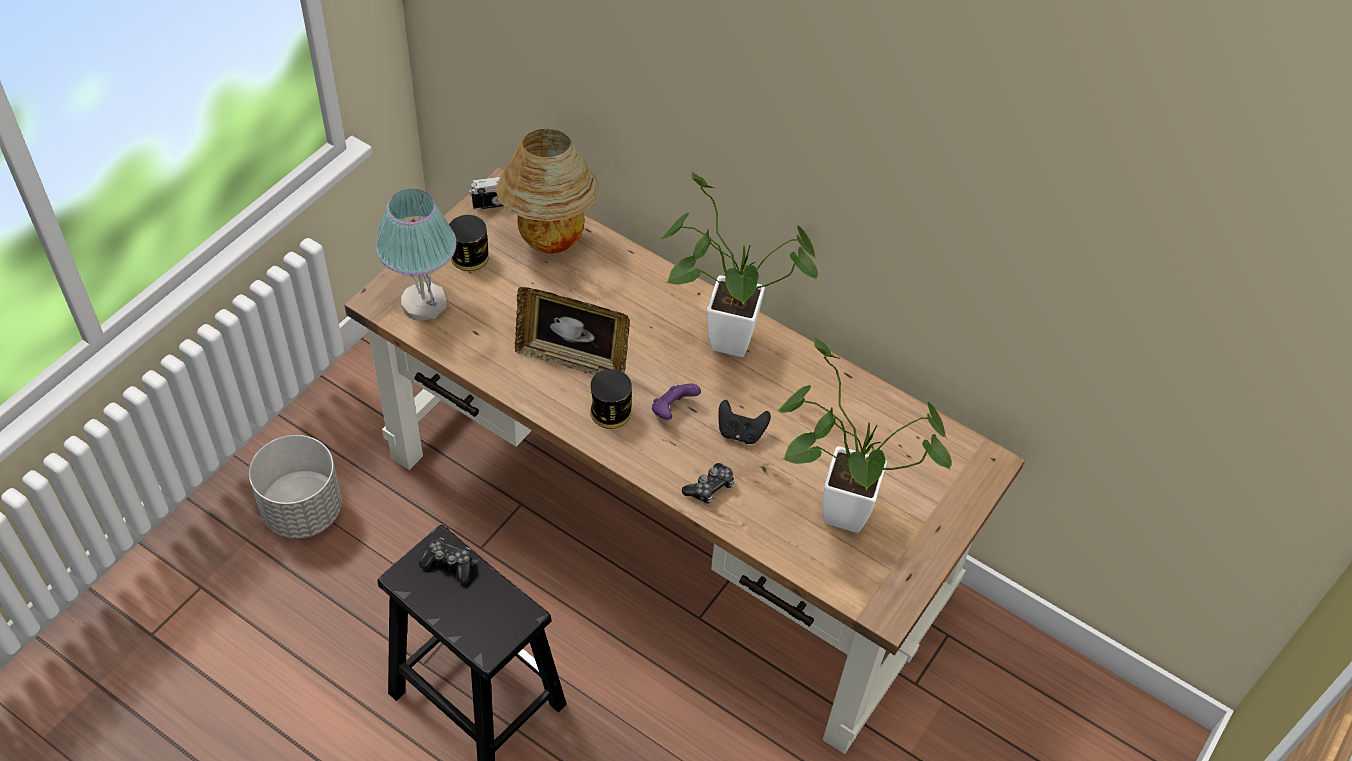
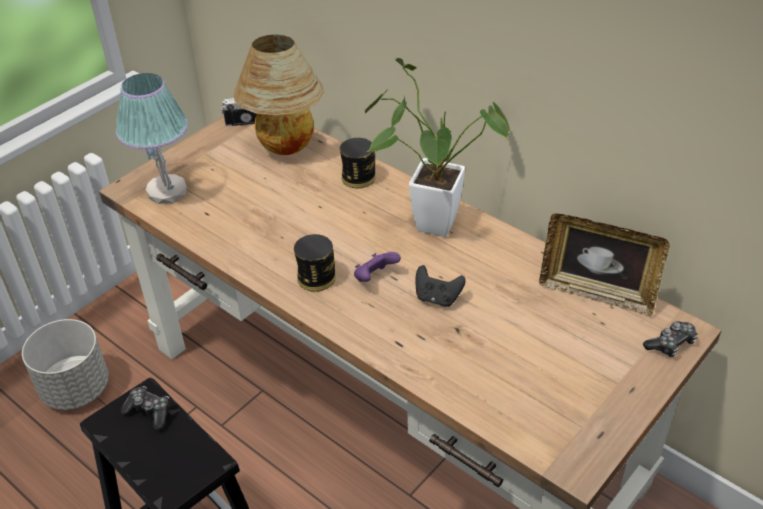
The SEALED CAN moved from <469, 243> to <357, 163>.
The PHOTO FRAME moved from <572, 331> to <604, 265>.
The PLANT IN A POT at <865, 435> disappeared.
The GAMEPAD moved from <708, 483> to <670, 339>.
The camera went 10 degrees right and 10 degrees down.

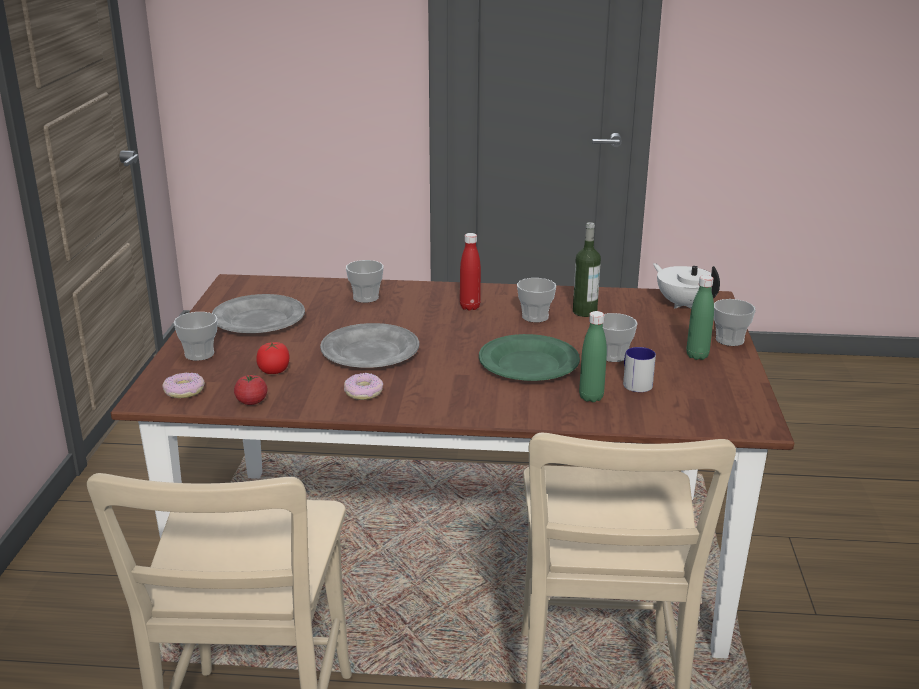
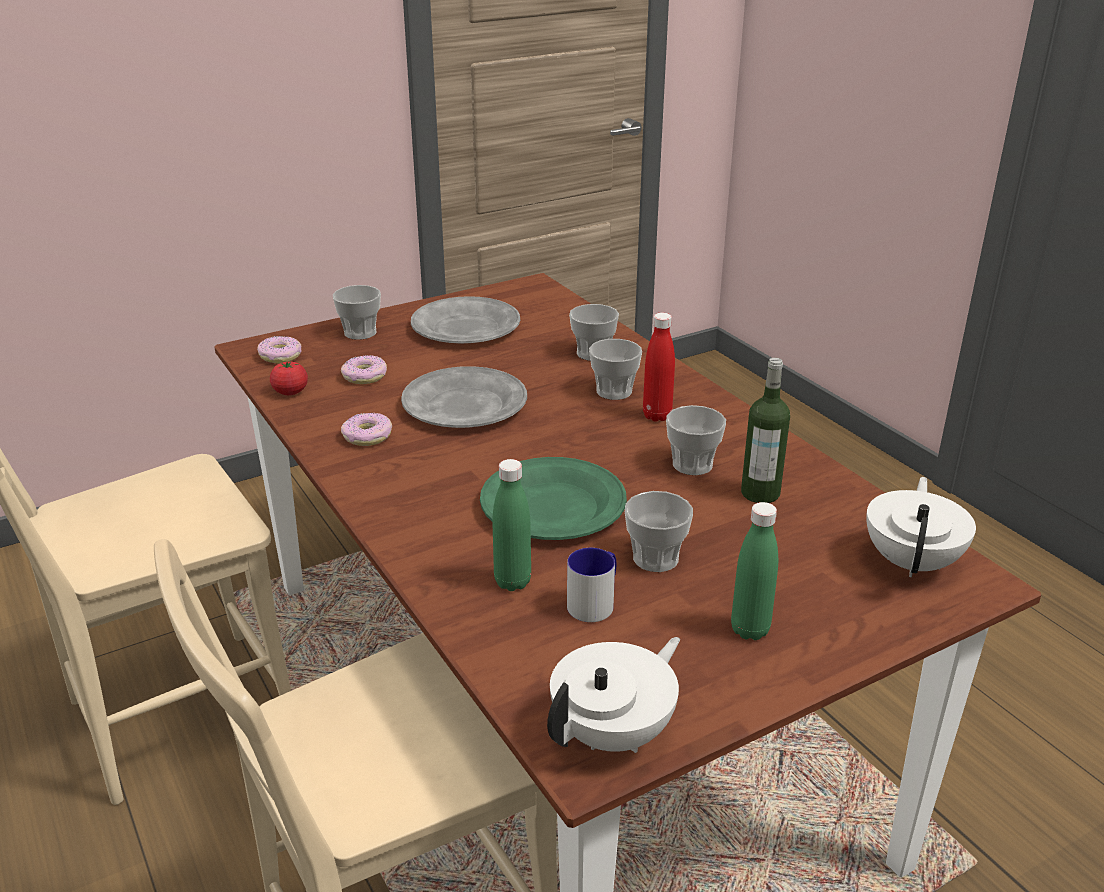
The CUP moved from <735, 322> to <615, 369>.
The WHOLE TOMATO at <272, 358> was replaced by the DOUGHNUT at <364, 369>.
The WHITE POT FOR TEA at <613, 695> appeared.
The camera went 55 degrees right and 5 degrees up.

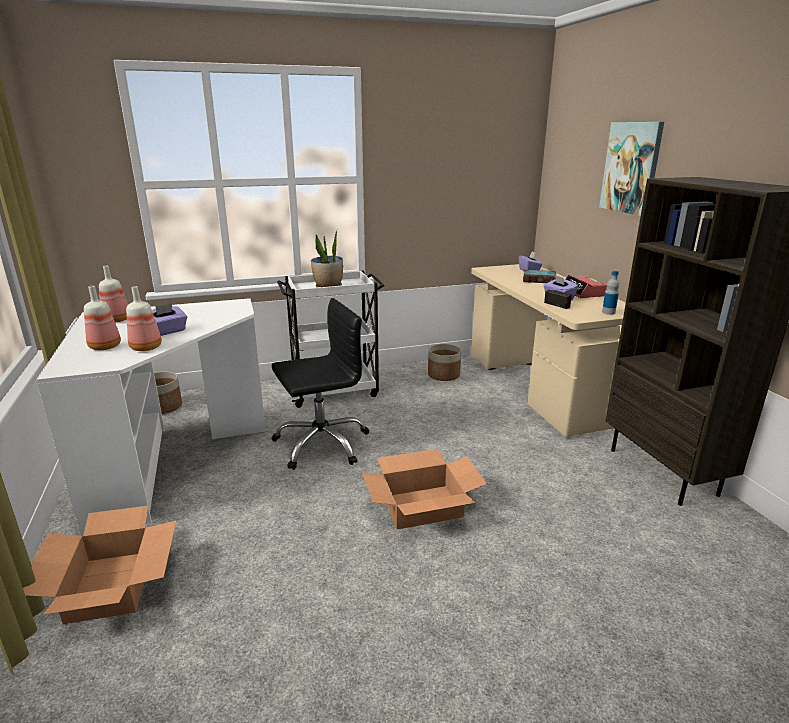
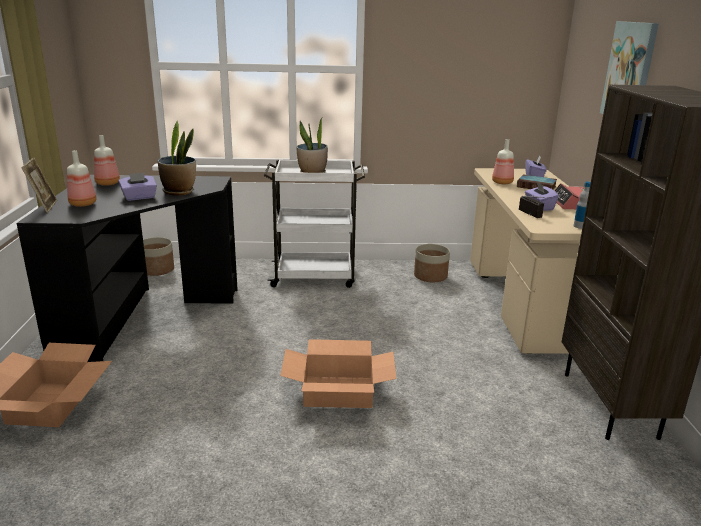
The BEVERAGE BOTTLE moved from <144, 318> to <503, 161>.
The WHITE DESK TABLE at <151, 417> became the BLACK-COLOURED DESK TABLE at <127, 268>.
The BLACK-COLOURED DESK CHAIR at <320, 384> disappeared.
The PLANT IN A POT at <177, 158> appeared.
The PHOTO FRAME at <39, 185> appeared.
The camera went 15 degrees right and 0 degrees up.

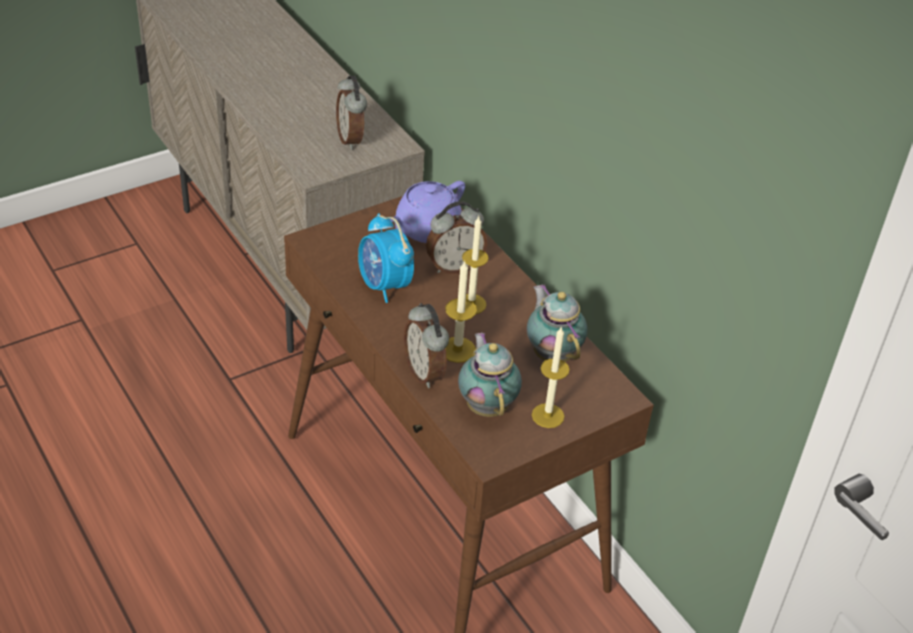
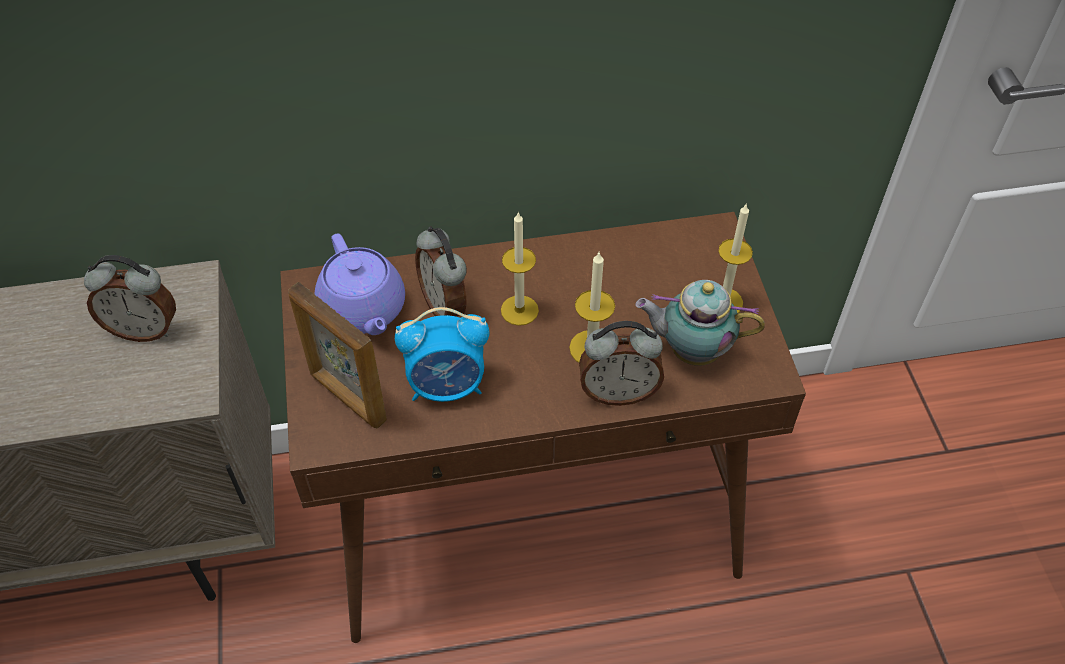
The ALARM CLOCK at <457, 237> turned 150 degrees clockwise.
The POT FOR TEA at <557, 323> disappeared.
The PHOTO FRAME at <337, 355> appeared.
The camera went 65 degrees left and 10 degrees up.

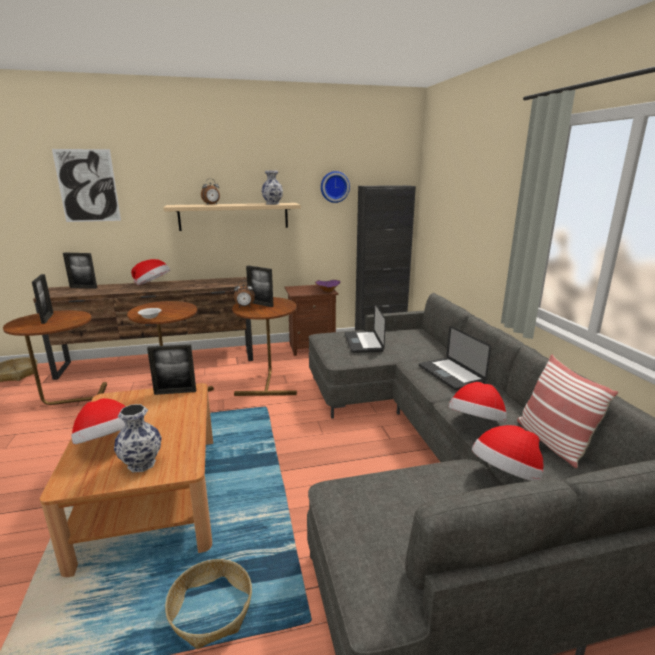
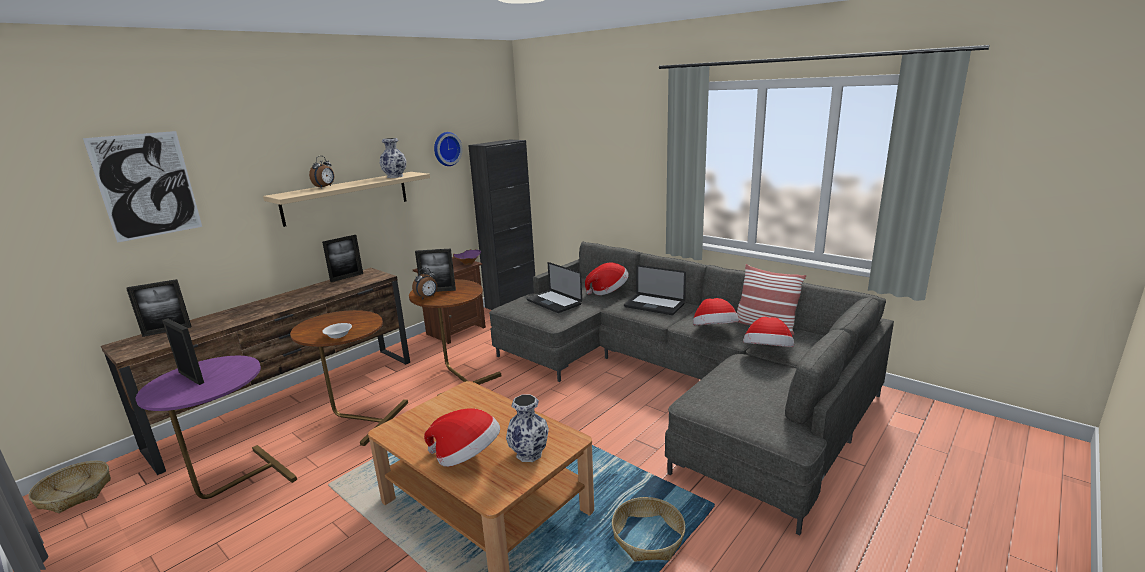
The WEARABLE HAT moved from <150, 272> to <607, 278>.
The BROWN-COLOURED SIDE TABLE at <55, 357> became the PURPLISH SIDE TABLE at <216, 427>.
The PHOTO FRAME moved from <171, 369> to <342, 258>.
The camera went 35 degrees left and 0 degrees up.

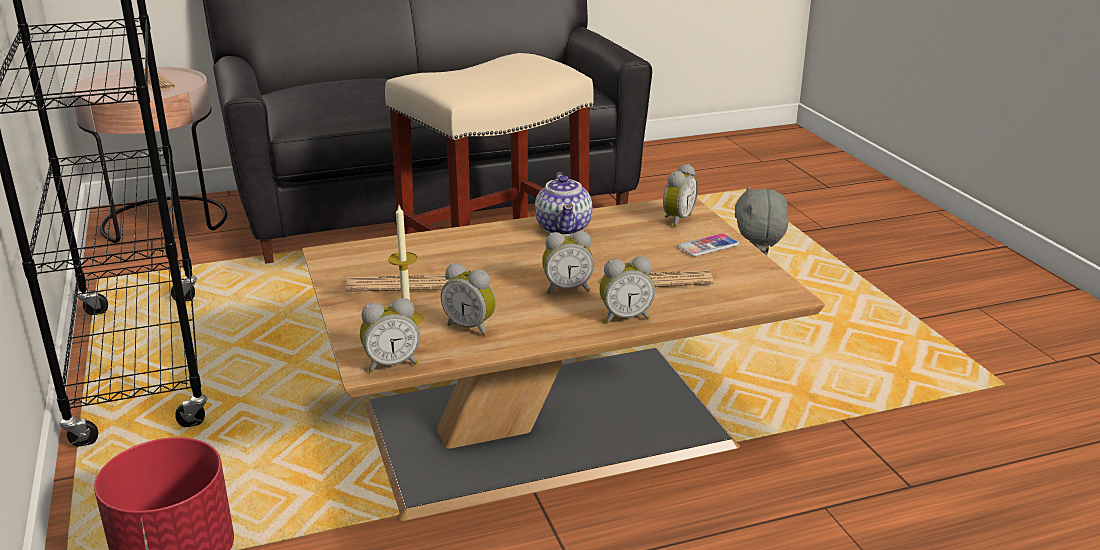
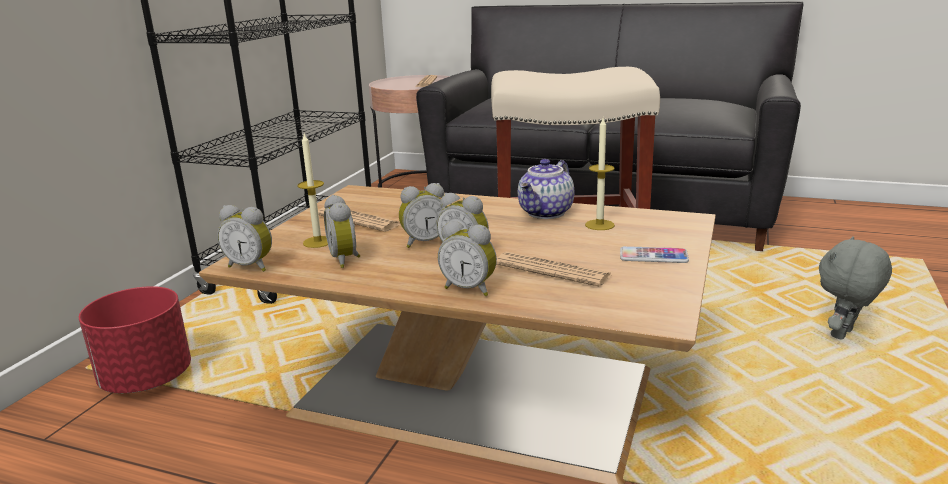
The ALARM CLOCK moved from <680, 195> to <423, 215>.
The CANDLE at <600, 174> appeared.
The camera went 40 degrees right and 5 degrees down.

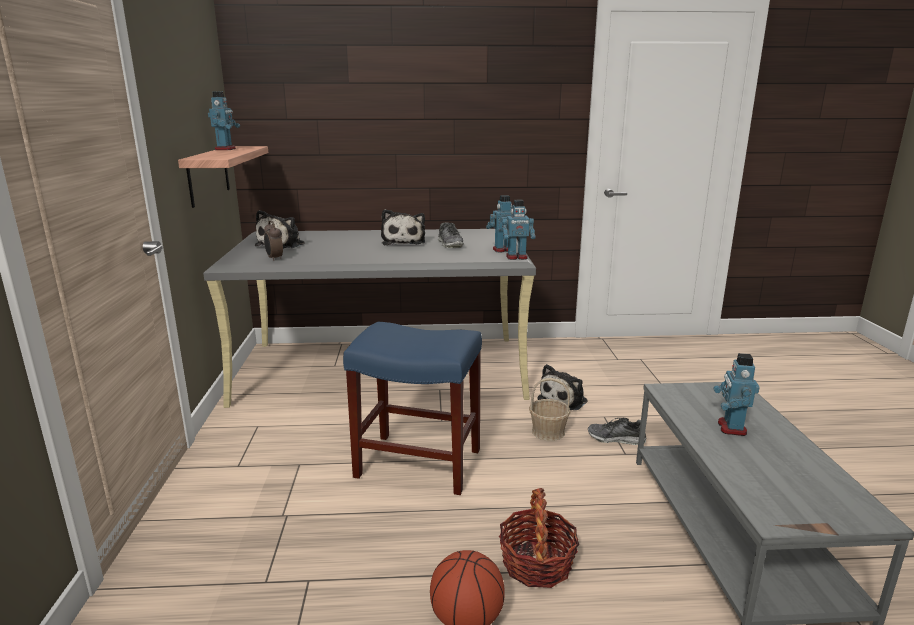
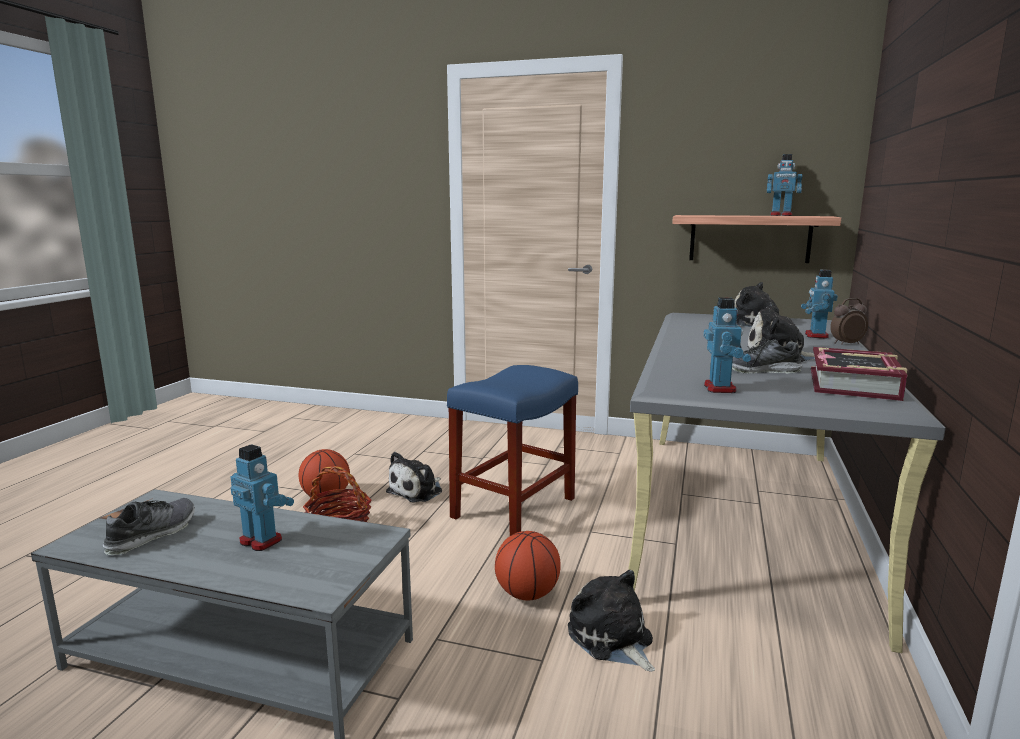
The MODEL ROBOT moved from <518, 230> to <819, 304>.
The ALARM CLOCK moved from <273, 240> to <849, 321>.
The HOUSEHOLD BASKET at <550, 409> was replaced by the BASKETBALL BALL at <528, 565>.
The ITEM OF FOOTWEAR moved from <617, 431> to <149, 527>.
The BOOK at <859, 374> appeared.
The SOFT TOY at <414, 477> appeared.
The camera went 110 degrees right and 5 degrees down.

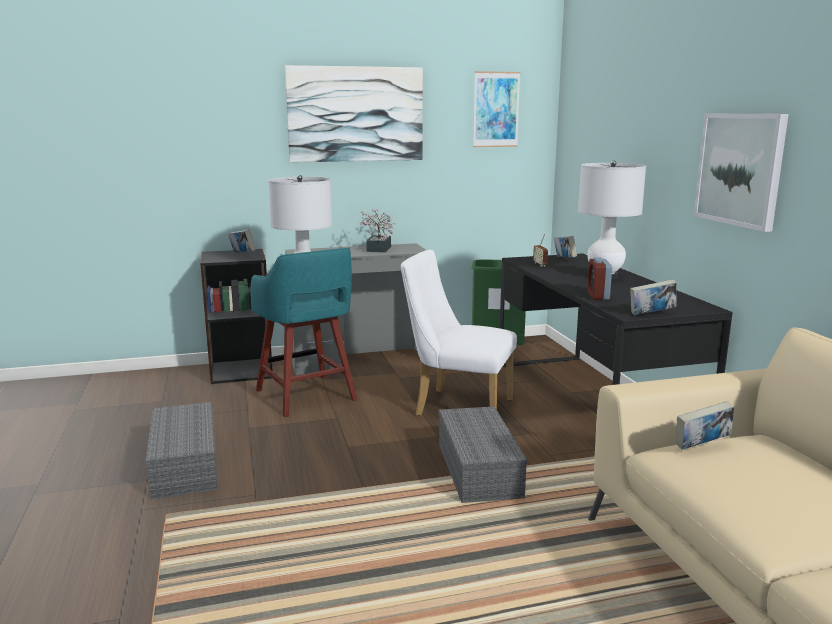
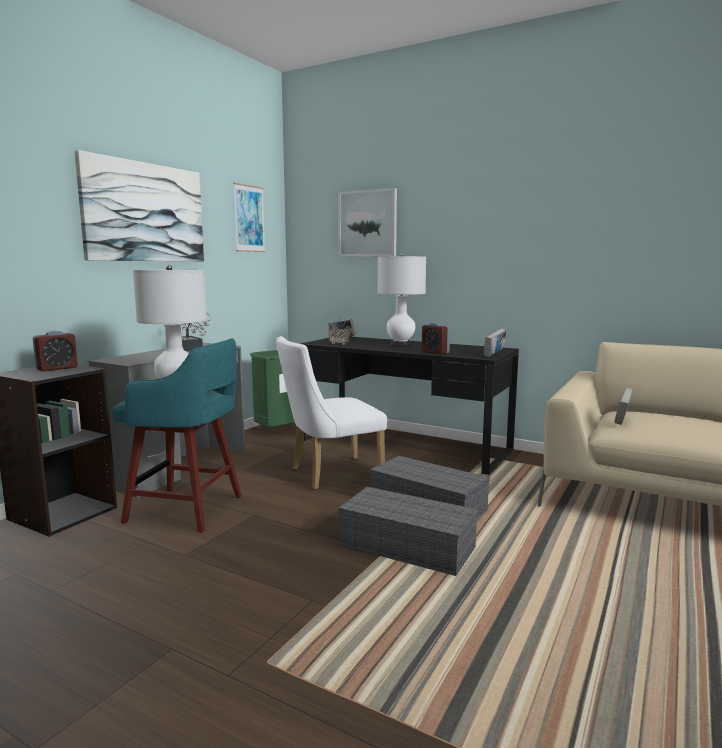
The PICTURE moved from <741, 173> to <367, 222>.
The BOOK at <242, 241> was replaced by the ALARM CLOCK at <55, 351>.
The GREY STORAGE BOX moved from <182, 451> to <408, 531>.
The camera went 45 degrees left and 5 degrees down.

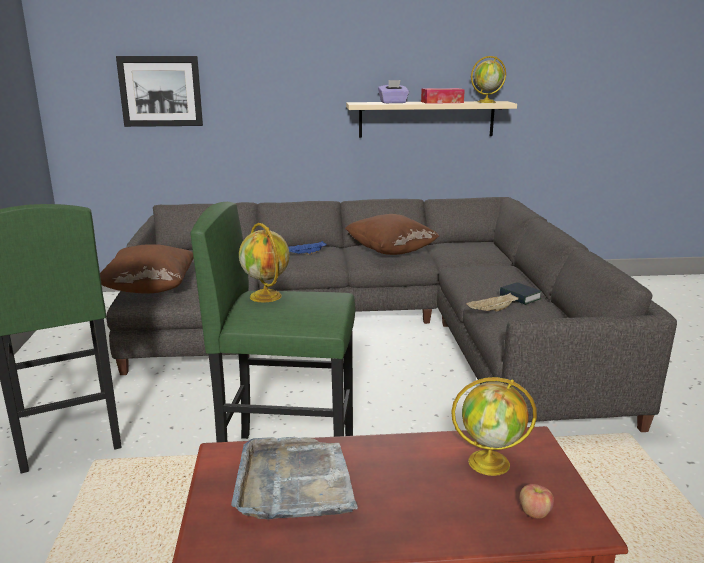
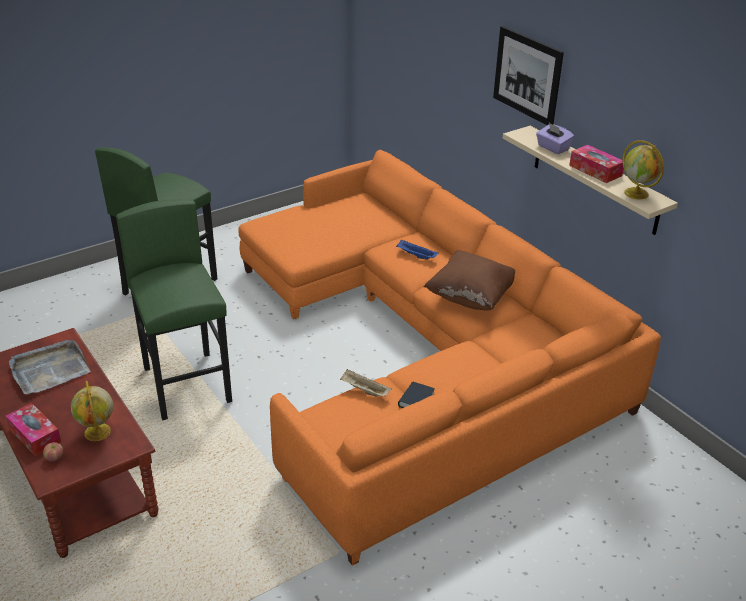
The PICTURE moved from <159, 91> to <528, 75>.
The GREY SOFA at <391, 314> became the ORANGE SOFA at <449, 358>.
The DESK GLOBE at <264, 262> disappeared.
The BROWN-COLOURED THROW PILLOW at <147, 269> disappeared.
The BOX OF TISSUES at <33, 429> appeared.
The camera went 60 degrees right and 15 degrees up.

